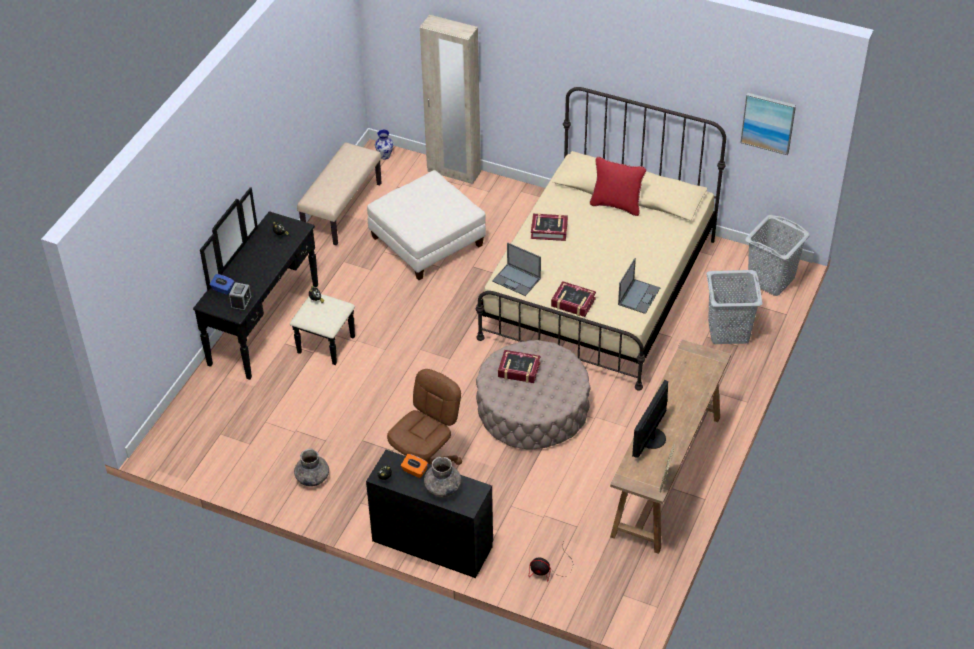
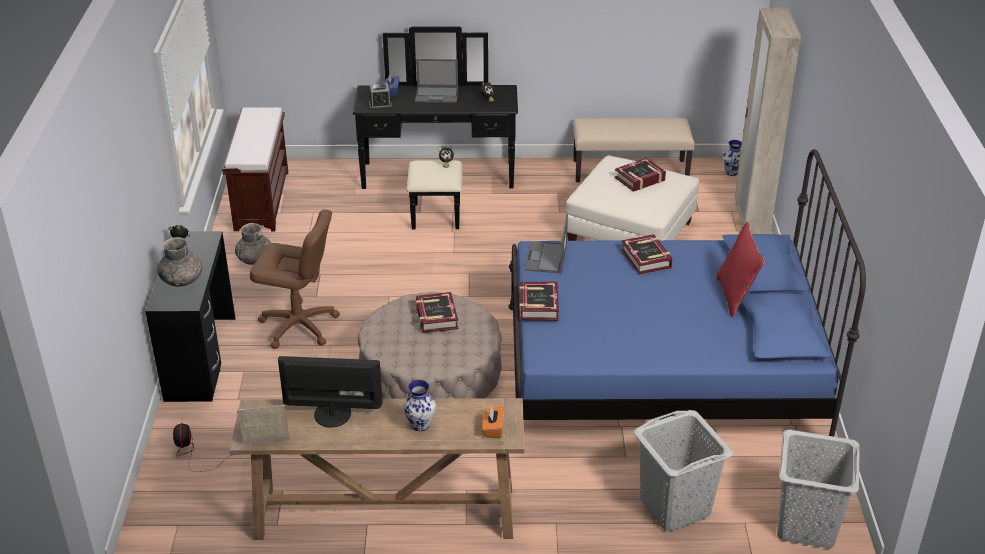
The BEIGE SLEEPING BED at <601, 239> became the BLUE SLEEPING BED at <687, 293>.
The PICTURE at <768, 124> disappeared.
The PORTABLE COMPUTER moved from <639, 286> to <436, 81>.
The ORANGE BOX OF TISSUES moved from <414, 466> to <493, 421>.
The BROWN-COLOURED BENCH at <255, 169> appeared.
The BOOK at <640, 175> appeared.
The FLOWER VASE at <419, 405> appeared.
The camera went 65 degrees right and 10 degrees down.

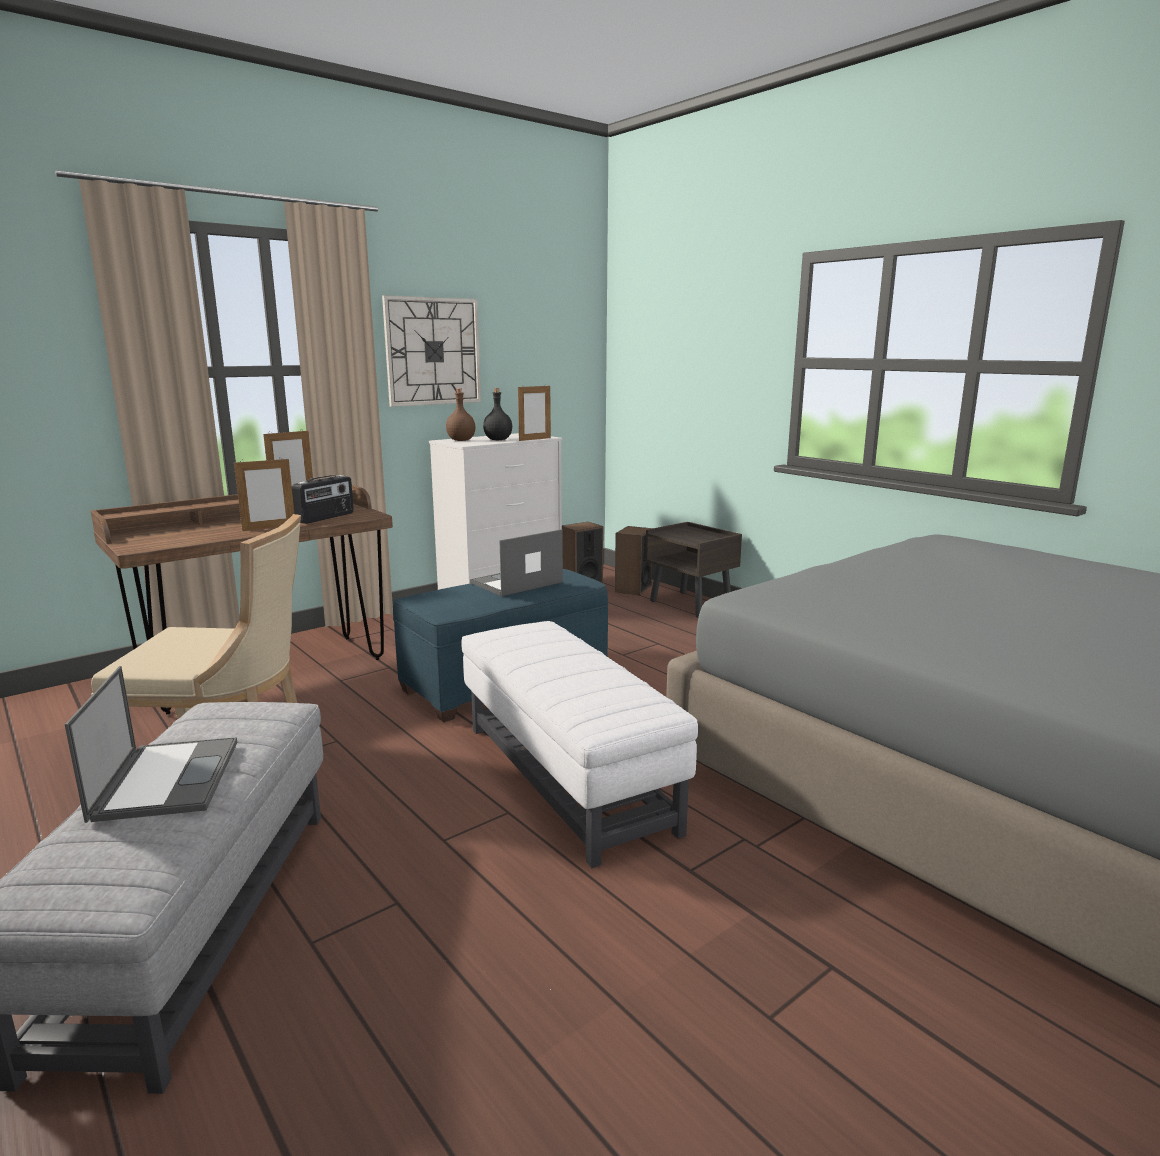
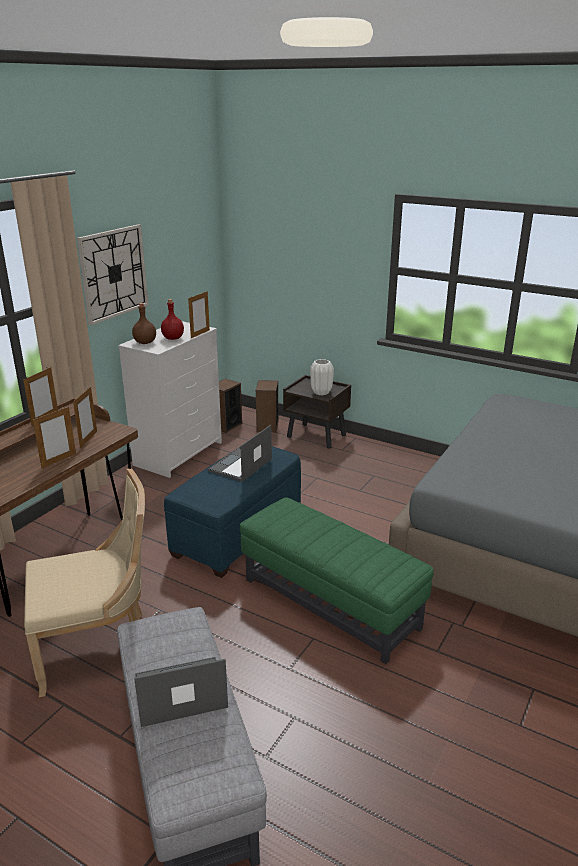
The BLACK-COLOURED BEVERAGE BOTTLE at <497, 414> became the RED BEVERAGE BOTTLE at <172, 319>.
The RADIO at <323, 499> was replaced by the PHOTO FRAME at <85, 417>.
The WHITE POUFFE at <579, 744> became the GREEN POUFFE at <337, 580>.
The PORTABLE COMPUTER at <151, 744> turned 75 degrees counterclockwise.
The WHITE FLOWER VASE at <322, 377> appeared.
The camera went 20 degrees left and 10 degrees up.

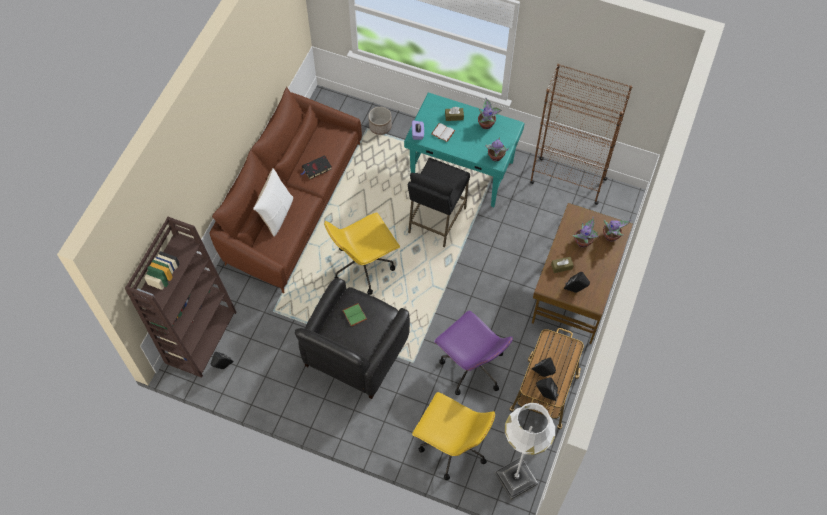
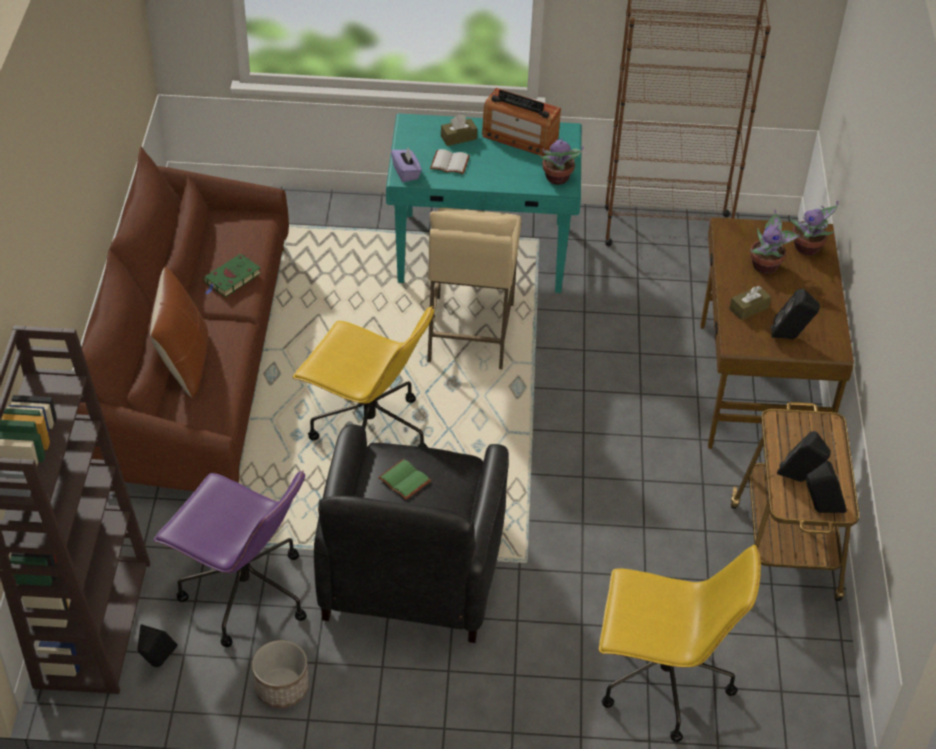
The PLANT IN A POT at <490, 113> was replaced by the RADIO at <521, 122>.
The FLOWER POT moved from <380, 121> to <280, 674>.
The BLACK-COLOURED BOOK at <316, 167> became the GREEN BOOK at <232, 275>.
The BLACK-COLOURED SITTING STOOL at <439, 202> became the BEIGE SITTING STOOL at <474, 288>.
The WHITE THROW PILLOW at <273, 203> became the BROWN-COLOURED THROW PILLOW at <179, 332>.
The YELLOWISH DESK CHAIR at <362, 254> turned 105 degrees counterclockwise.
The PURPLISH DESK CHAIR moved from <473, 352> to <230, 558>.
The WHITE STANDARD LAMP at <524, 451> disappeared.
The camera went 20 degrees left and 15 degrees down.

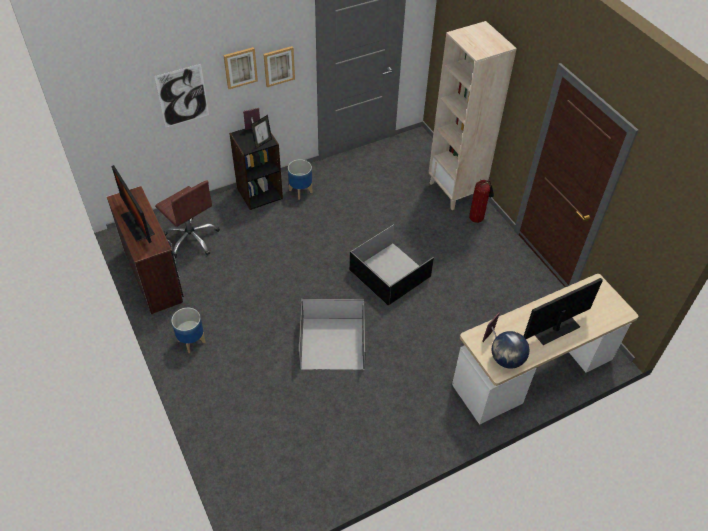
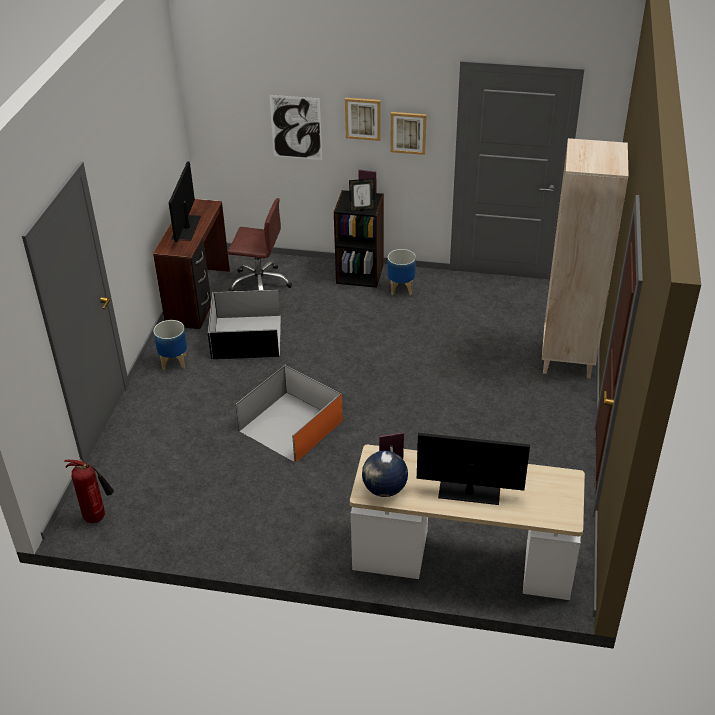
The BROWN-COLOURED DESK CHAIR at <187, 219> turned 75 degrees counterclockwise.
The EXTINGUISHER moved from <481, 201> to <89, 491>.
The BLACK-COLOURED STORAGE BOX moved from <391, 264> to <244, 324>.
The camera went 40 degrees right and 10 degrees down.

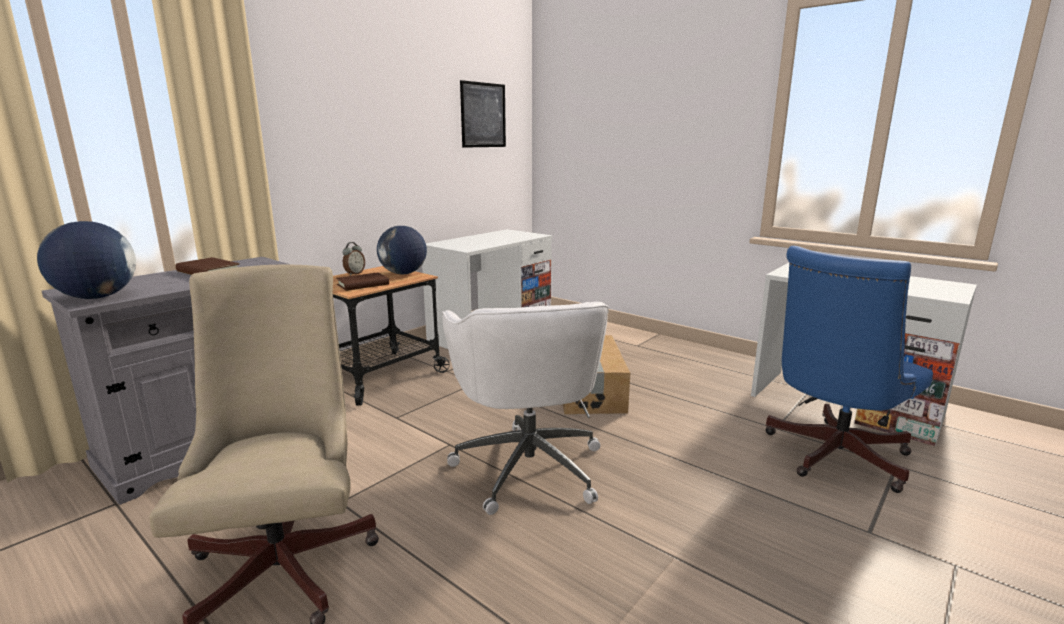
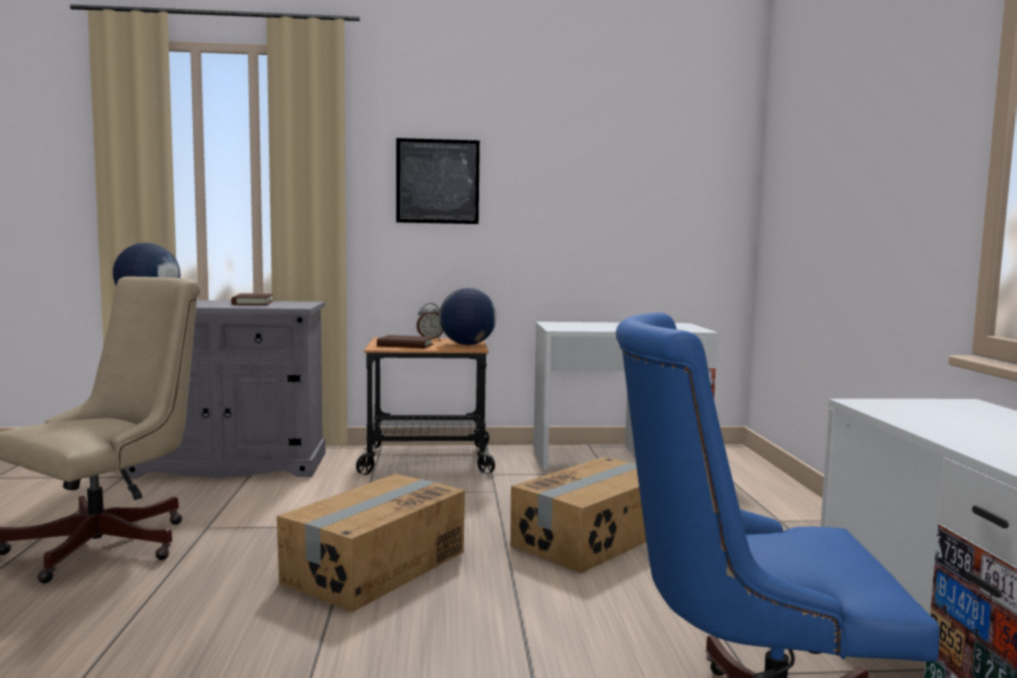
The PICTURE moved from <483, 114> to <438, 181>.
The WHITE DESK CHAIR at <525, 408> was replaced by the CARTON at <371, 543>.
The camera went 45 degrees right and 10 degrees down.

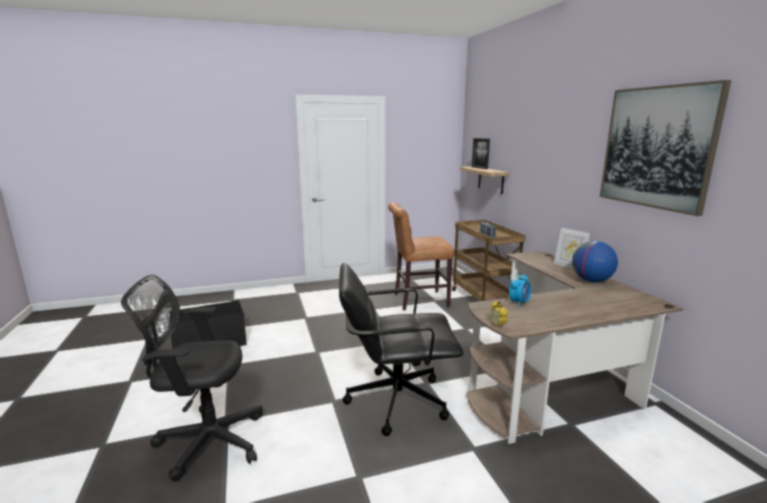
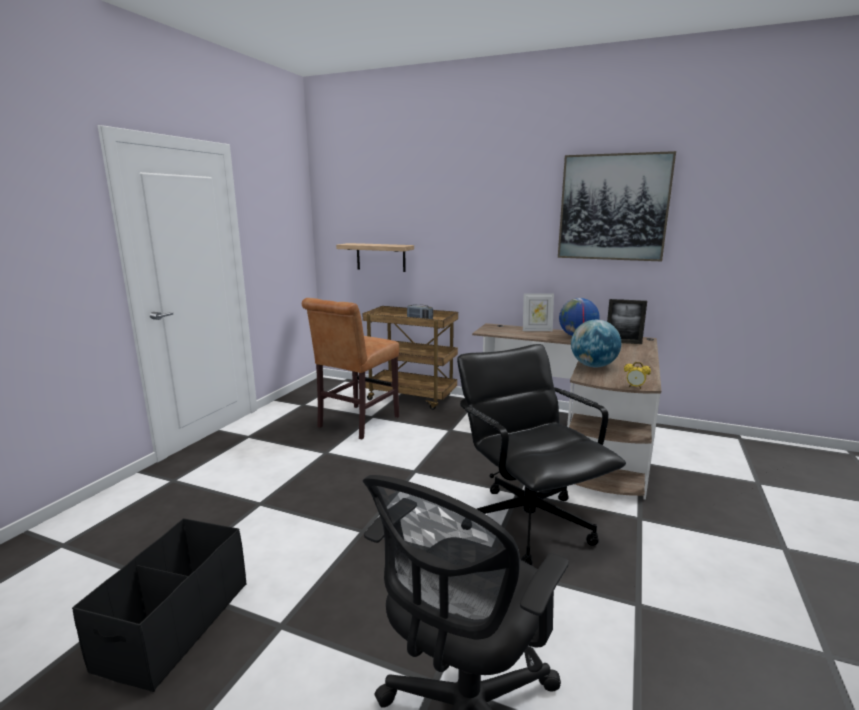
The PHOTO FRAME moved from <481, 153> to <627, 321>.
The BLACK-COLOURED DESK CHAIR at <401, 349> turned 120 degrees clockwise.
The ALARM CLOCK at <520, 290> was replaced by the DESK GLOBE at <596, 344>.
The camera went 50 degrees left and 0 degrees up.

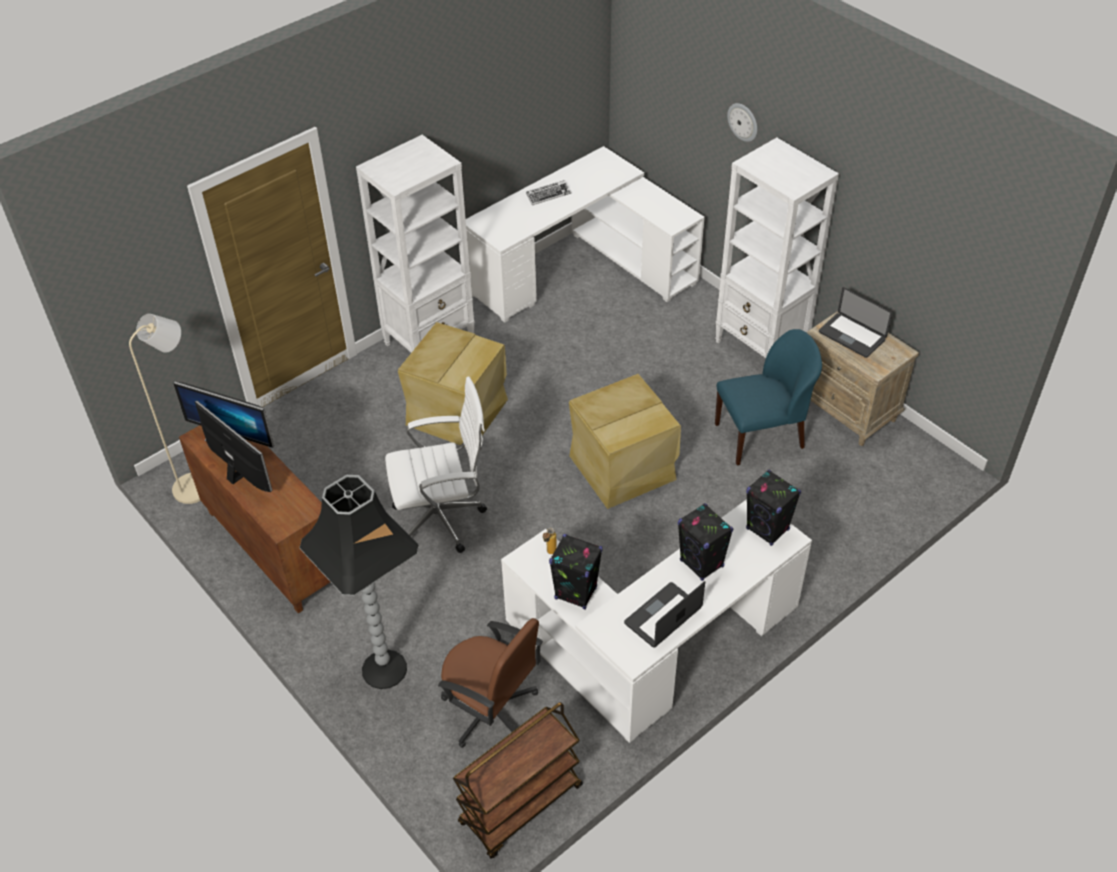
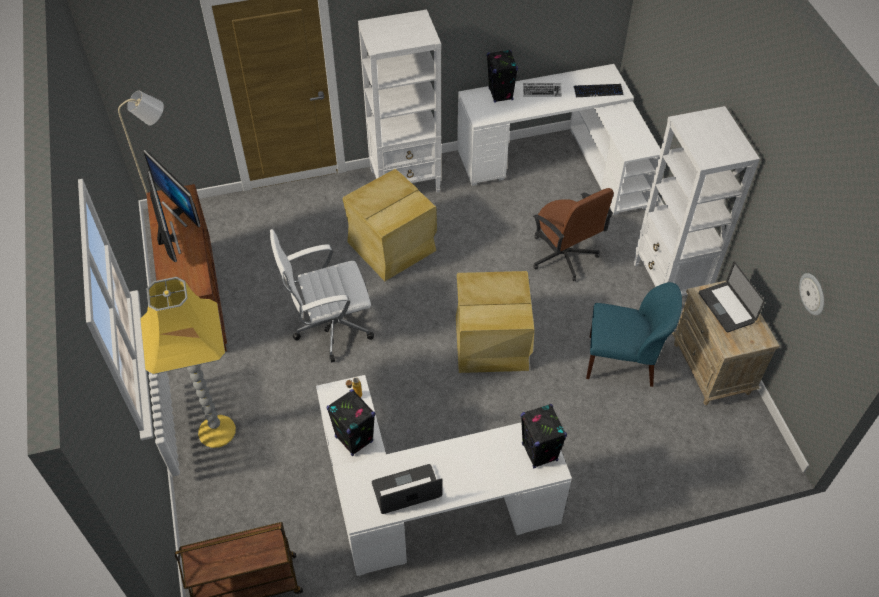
The CLOCK ON THE WALL moved from <742, 122> to <811, 294>.
The WHITE DESK CHAIR at <436, 465> turned 150 degrees clockwise.
The BLACK-COLOURED STANDARD LAMP at <359, 582> became the YELLOWISH STANDARD LAMP at <188, 362>.
The BLACK-COLOURED LOUDSPEAKER moved from <705, 542> to <502, 76>.
The BROWN-COLOURED DESK CHAIR moved from <490, 683> to <573, 234>.
The PC KEYBOARD at <598, 90> appeared.
The camera went 25 degrees right and 5 degrees up.

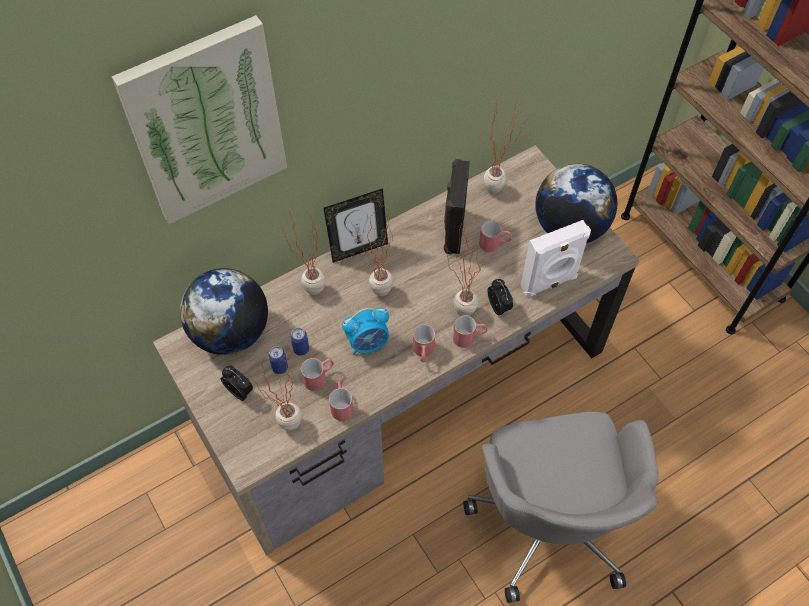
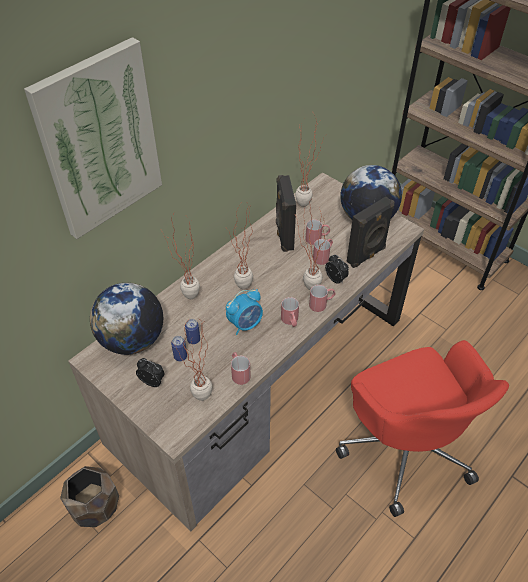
The PHOTO FRAME at <356, 225> disappeared.
The WHITE LOUDSPEAKER at <556, 258> became the BLACK-COLOURED LOUDSPEAKER at <370, 232>.
The RED TEA MUG moved from <317, 374> to <323, 252>.
The GREY DESK CHAIR at <561, 507> became the RED DESK CHAIR at <422, 428>.
The BROWN-COLOURED FLOWER POT at <89, 496> appeared.
The camera went 15 degrees left and 10 degrees down.

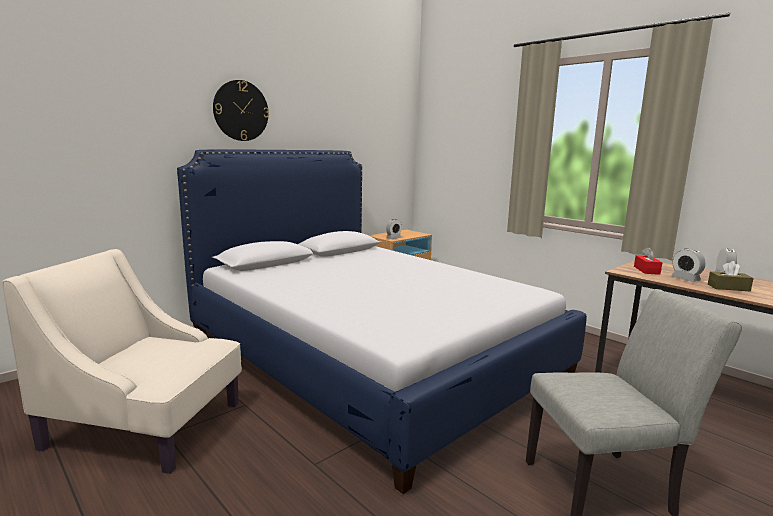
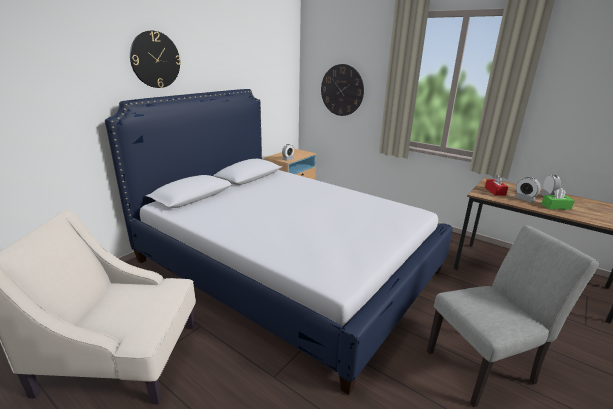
The BROWN-COLOURED BOX OF TISSUES at <731, 276> became the GREEN BOX OF TISSUES at <558, 199>.
The CLOCK ON THE WALL at <342, 90> appeared.
The camera went 10 degrees left and 10 degrees up.

